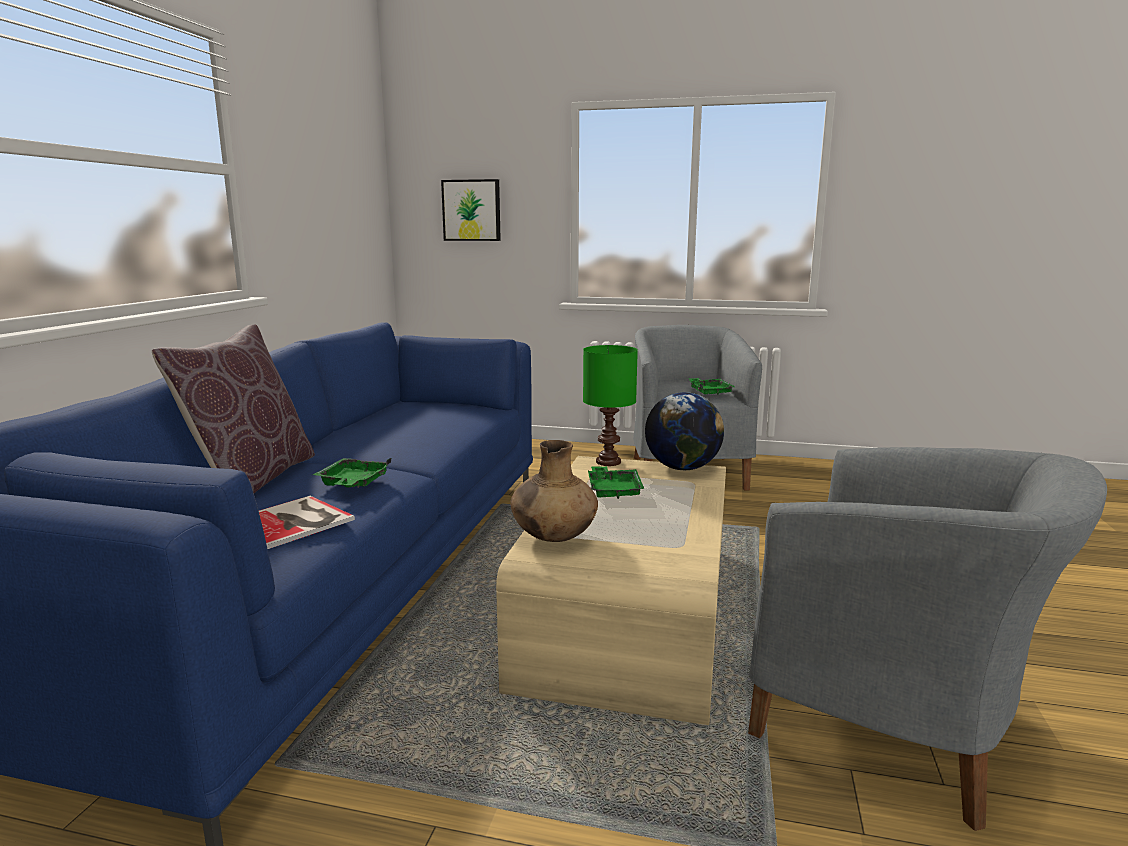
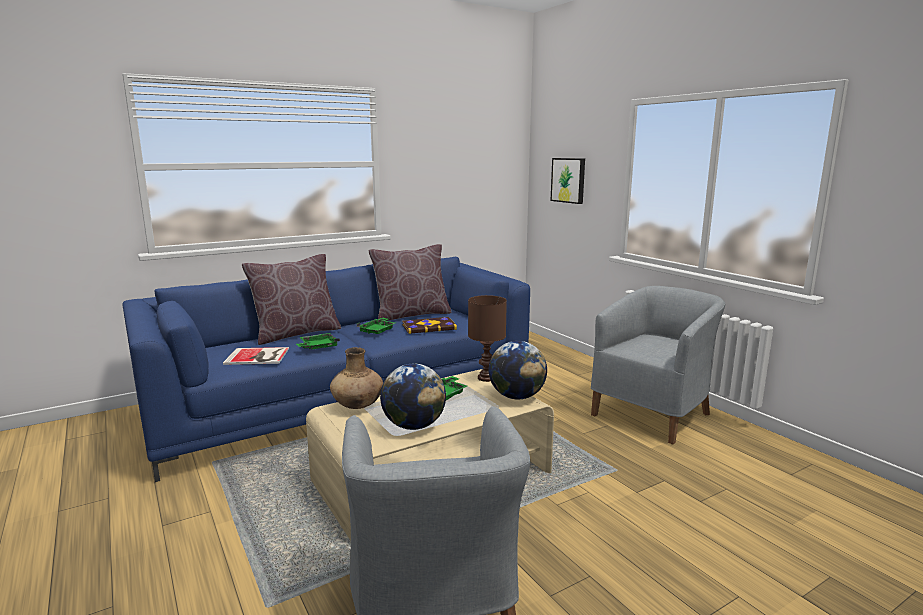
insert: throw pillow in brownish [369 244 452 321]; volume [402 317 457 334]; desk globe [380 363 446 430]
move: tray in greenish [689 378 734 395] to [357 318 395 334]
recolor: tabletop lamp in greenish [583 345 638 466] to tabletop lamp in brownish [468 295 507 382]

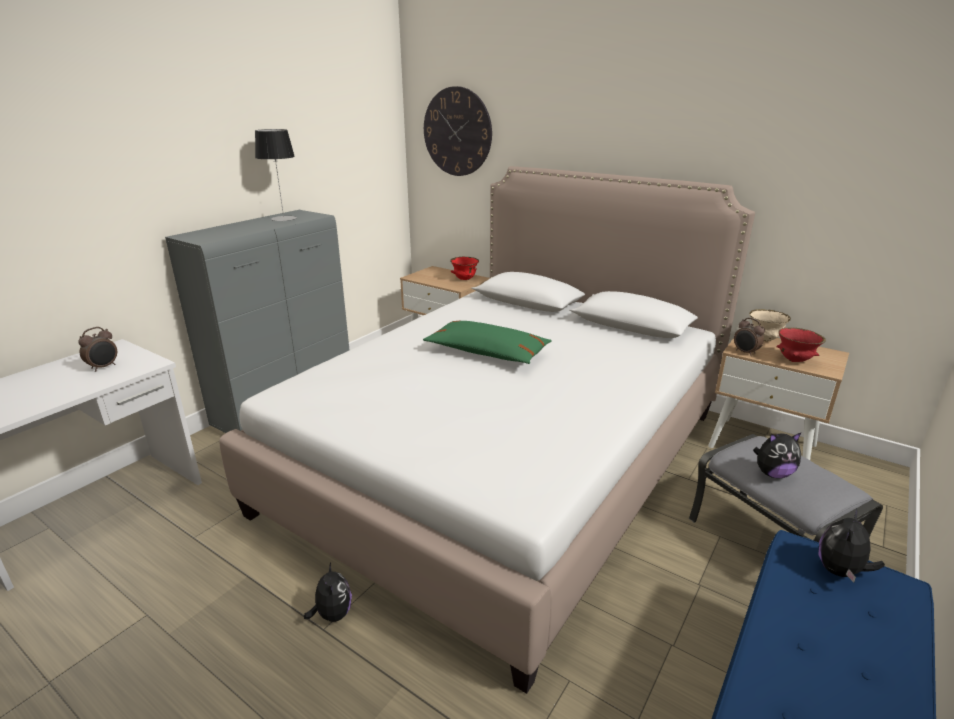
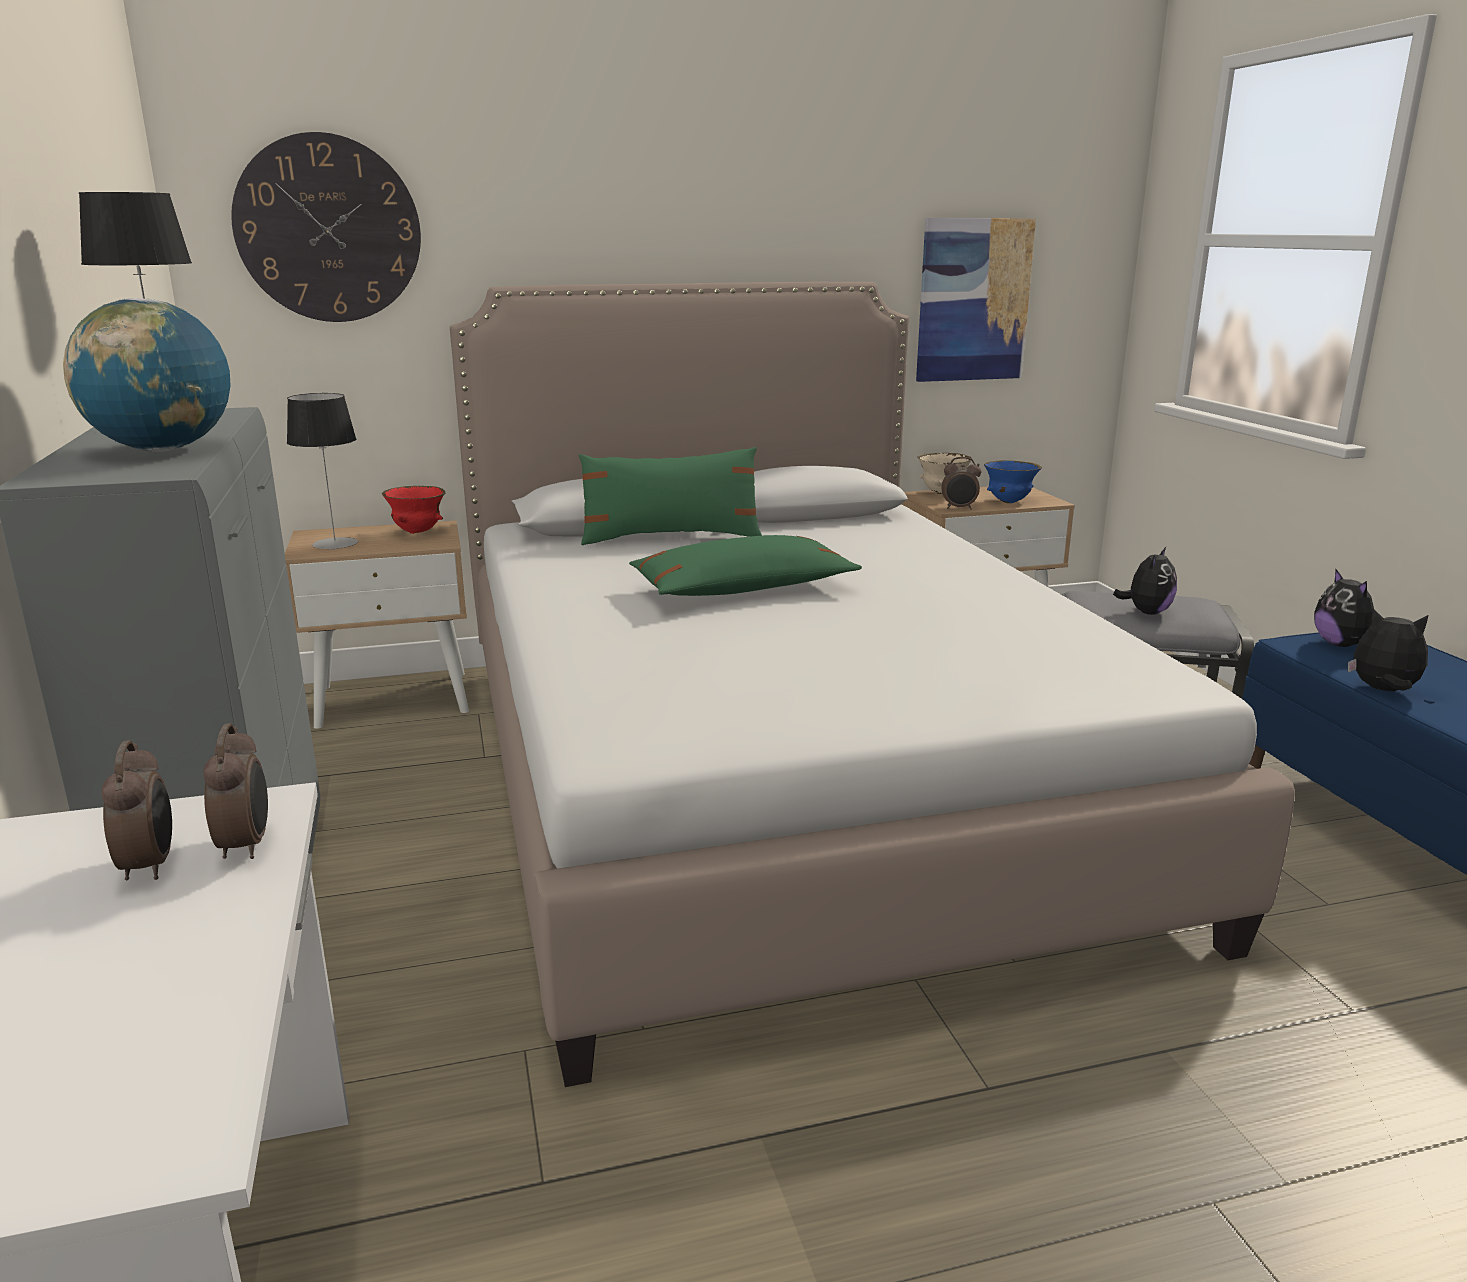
insert: picture [916 218 1036 382]; desk globe [63 298 231 452]; tabletop lamp [287 393 358 550]; throw pillow in greenish [579 447 762 545]; bedside clock [203 723 268 859]
move: cuddly toy [304 562 352 622] to [1348 609 1428 691]
recolor: bowl in reddish [777 327 826 362] to bowl in blue-coloured [984 460 1042 503]

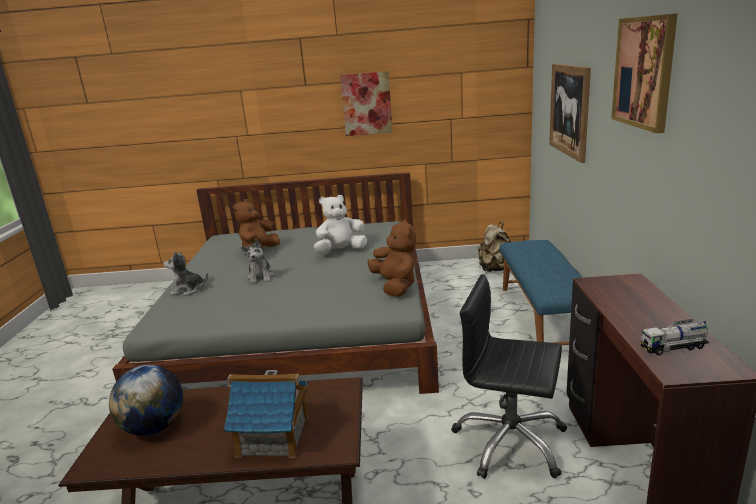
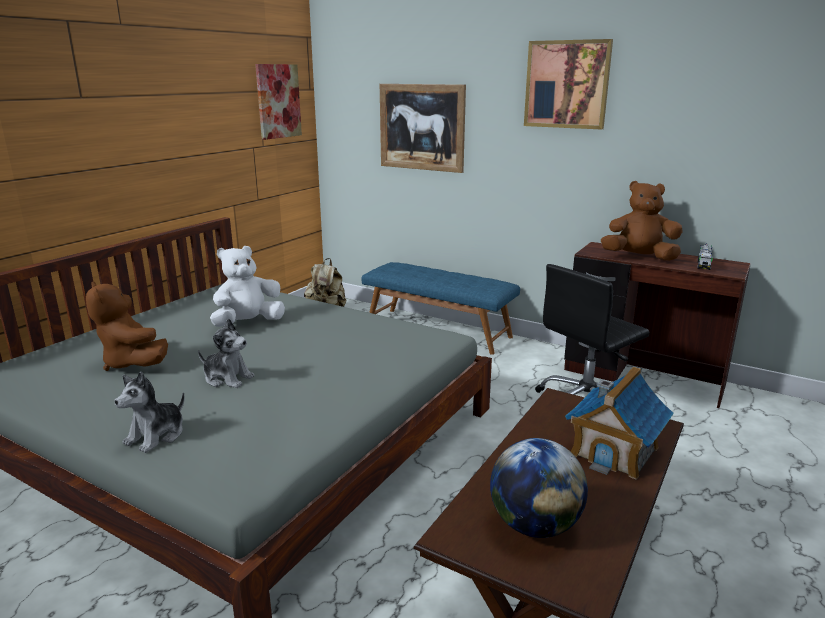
move: picture [340 71 393 136] to [255 64 302 140]; cuddly toy in brownish [368 219 416 297] to [601 181 683 261]
rotate: cuddly toy in whitish [313 195 367 253] = [210 246 285 327] 45 degrees clockwise

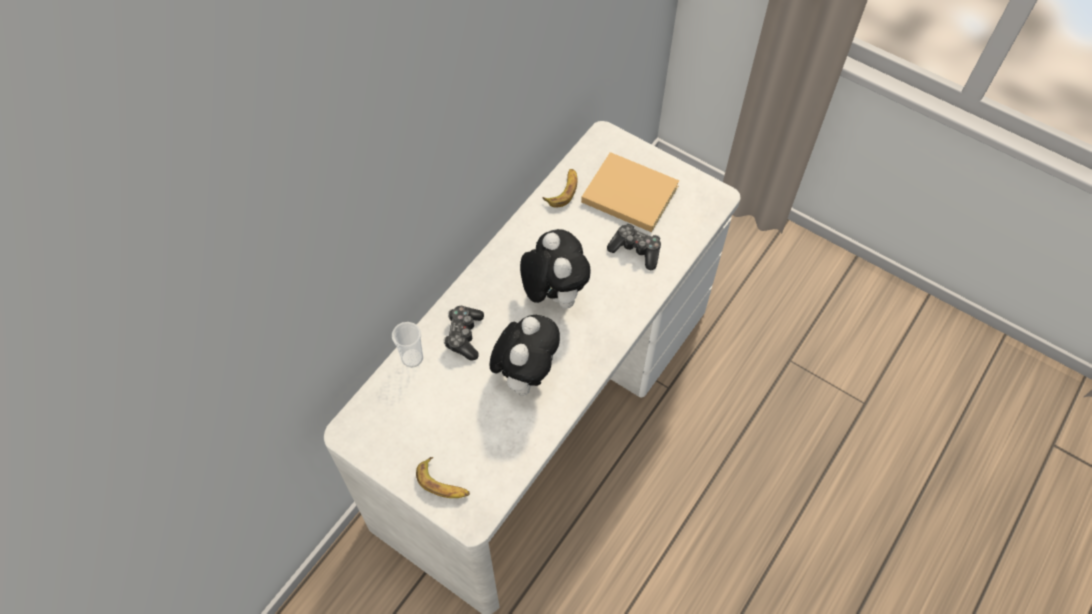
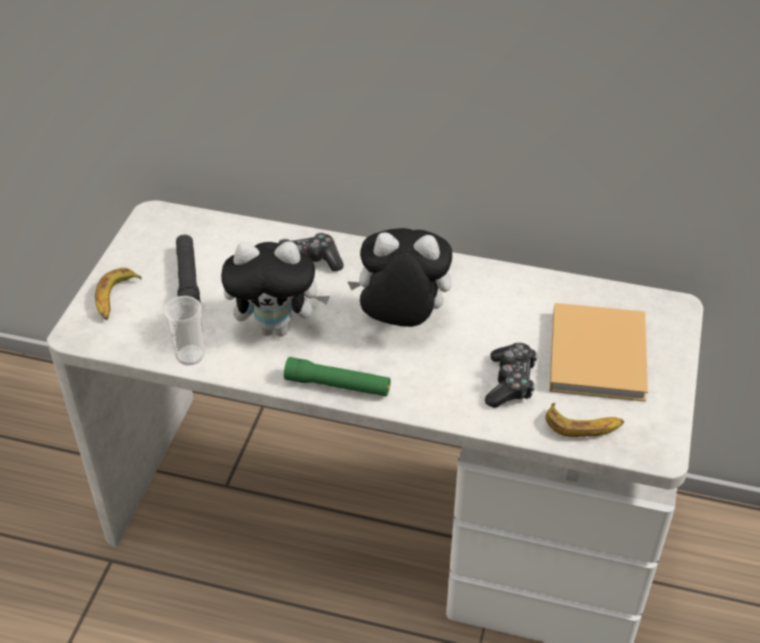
insert: hand torch in black [176 235 201 304]; hand torch in greenish [284 357 391 396]
move: whole banana [543 169 577 208] to [545 403 624 437]; small cup [392 322 423 368] to [163 296 204 365]
rotate: cuddly toy [520 229 591 309] = [347 228 452 327] 135 degrees counterclockwise

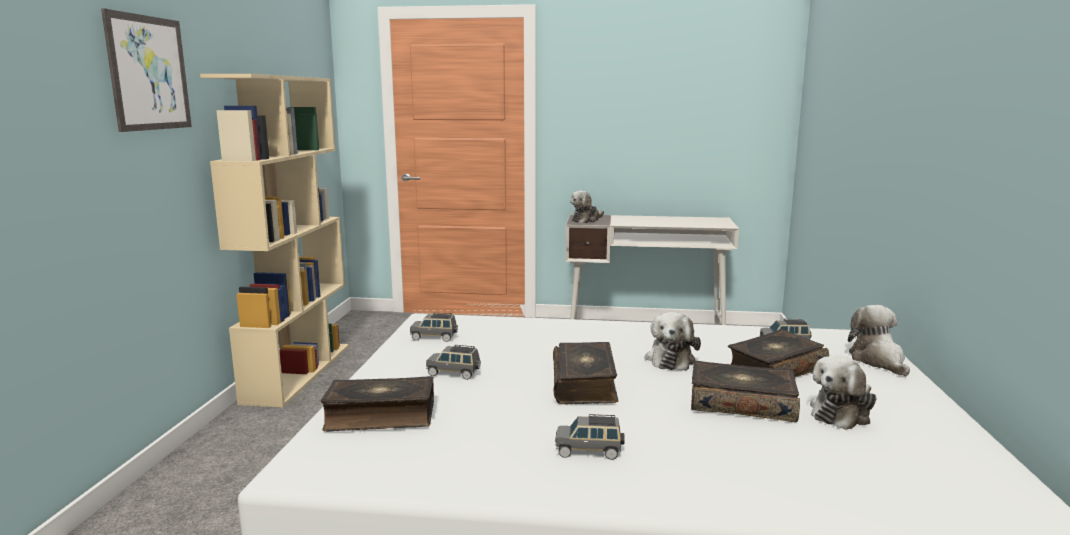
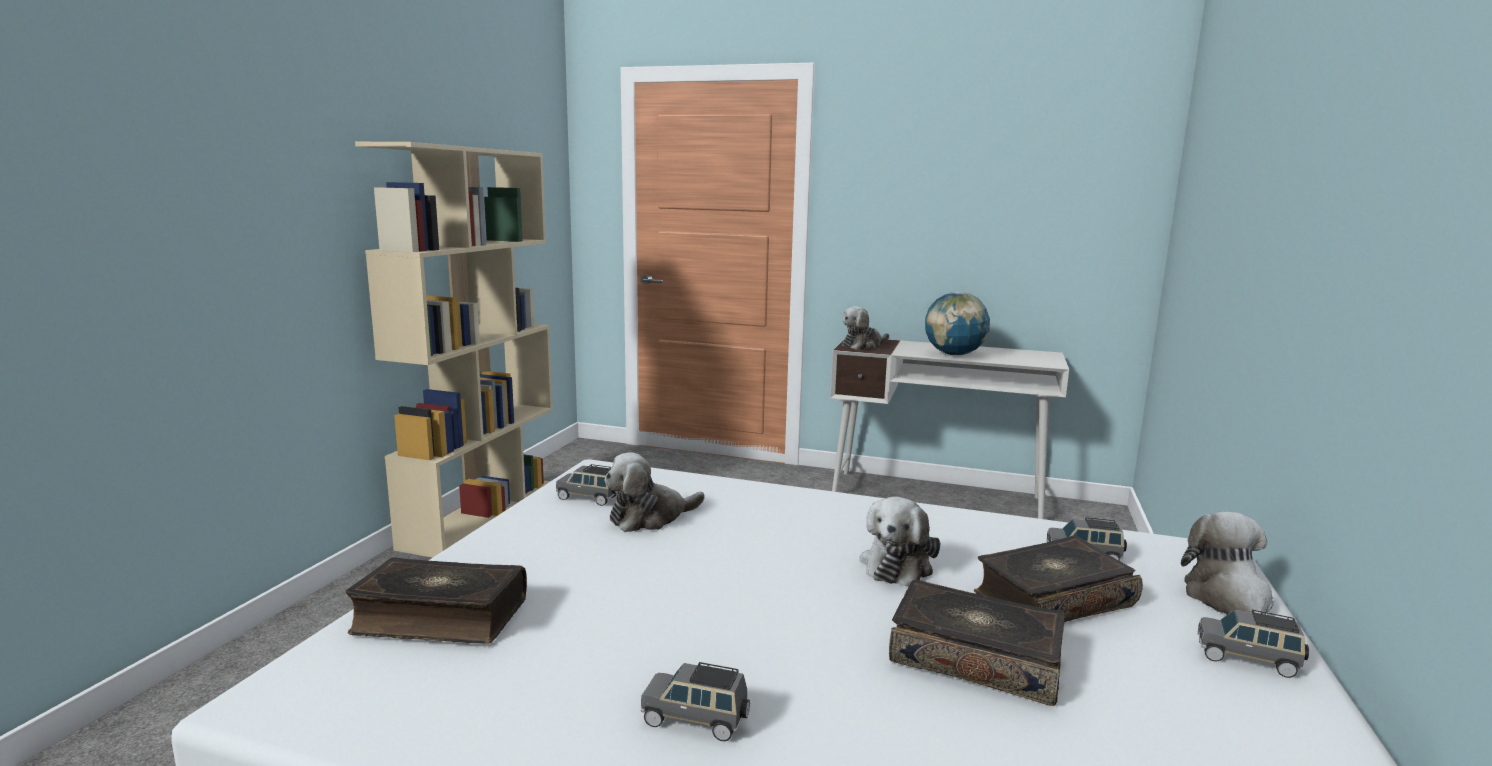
delete: picture [101 8 192 132]; volume [553 342 618 404]
insert: desk globe [925 292 990 355]
move: toy car in greyish [426 345 481 380] to [1198 610 1309 678]; cuddly toy [810 355 876 430] to [604 452 705 532]

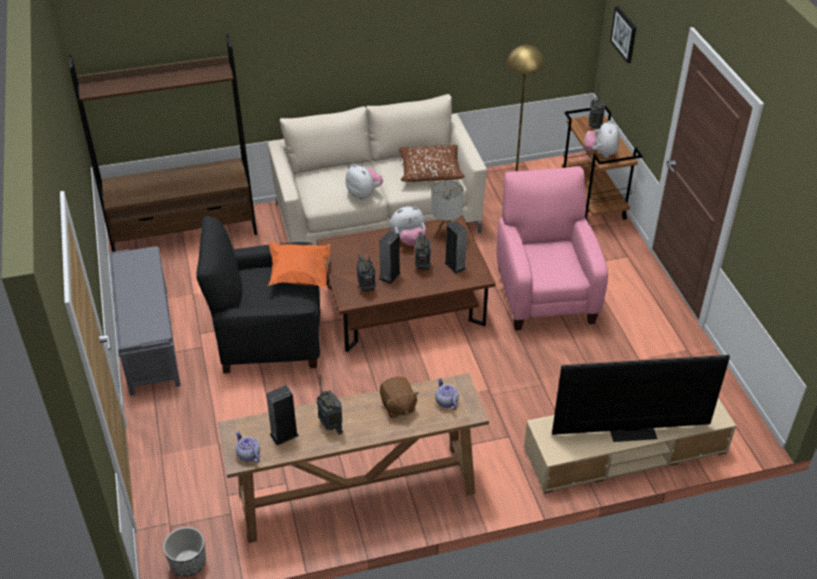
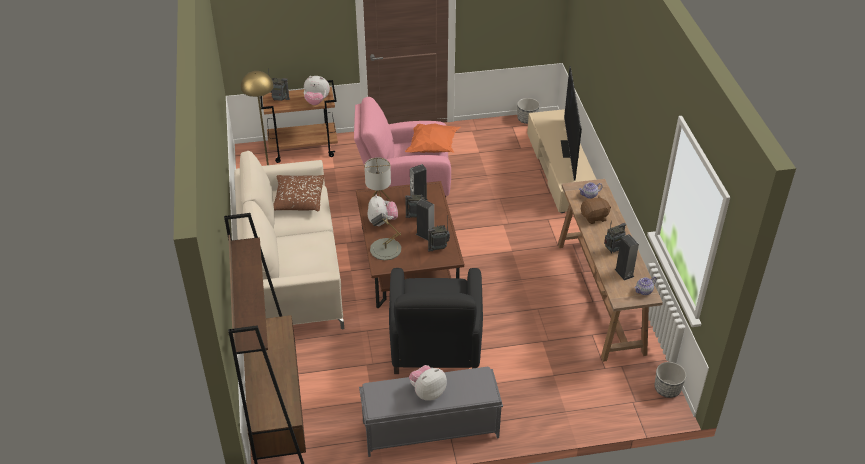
delete: picture [610 6 636 63]
insert: planter [517 98 540 124]; tabletop lamp in greyish [370 213 401 260]
move: cuddly toy [346 164 383 200] to [409 365 447 401]; throw pillow in orange [268 242 330 289] to [405 123 461 153]

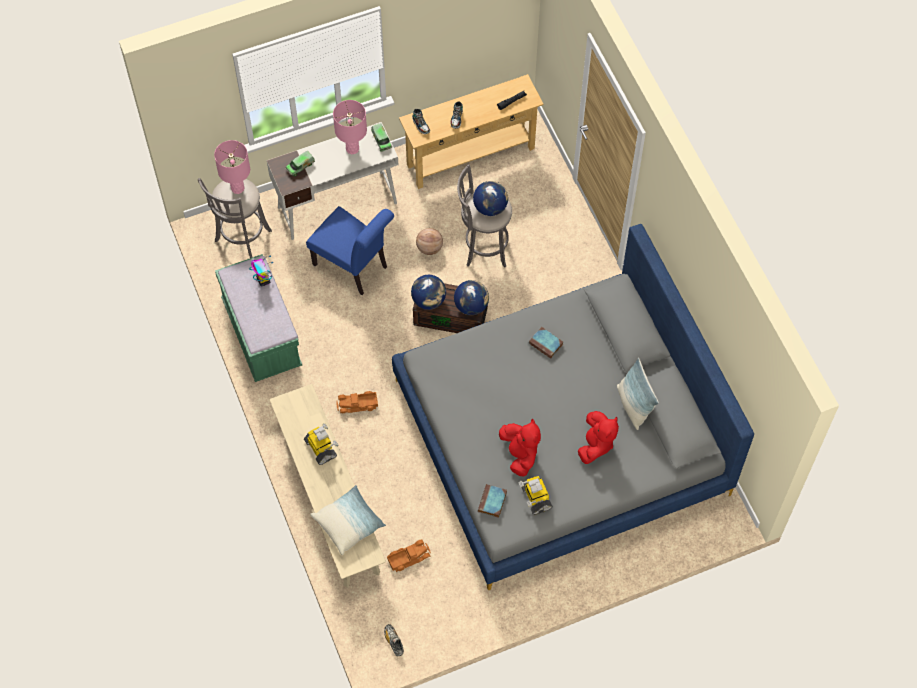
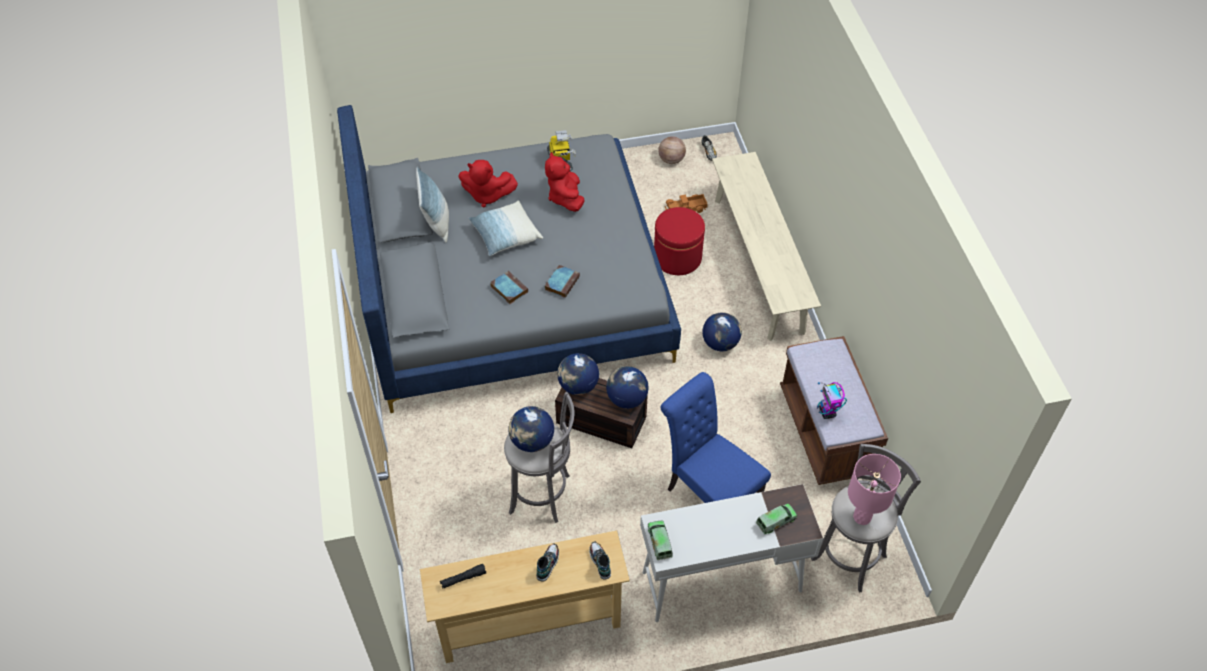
delete: tabletop lamp in pink [333 100 367 154]; robot figure [304 423 338 465]
insert: pouffe in reddish [654 207 705 275]
move: basketball [416 228 443 255] to [658 136 686 164]; volume [478 484 507 518] to [545 265 580 298]; throw pillow [310 485 386 555] to [468 201 543 256]
replace: model truck [337 391 378 413] to desk globe [702 312 742 351]
recolor: indoor bench in greenish [215 254 302 382] to indoor bench in brownish [780 336 888 485]
rotate: cuddly toy in reddish [578 411 619 464] = [458 160 518 208] 105 degrees counterclockwise

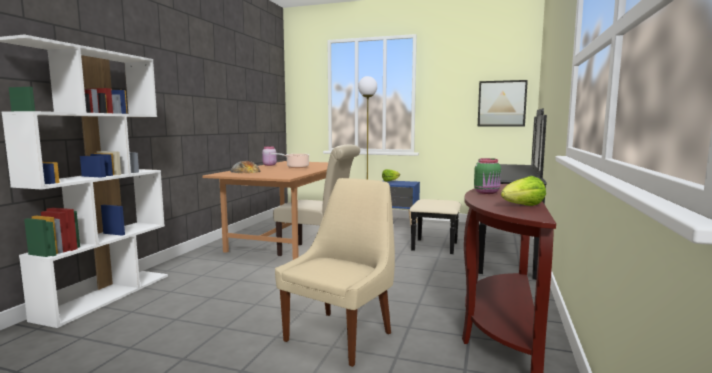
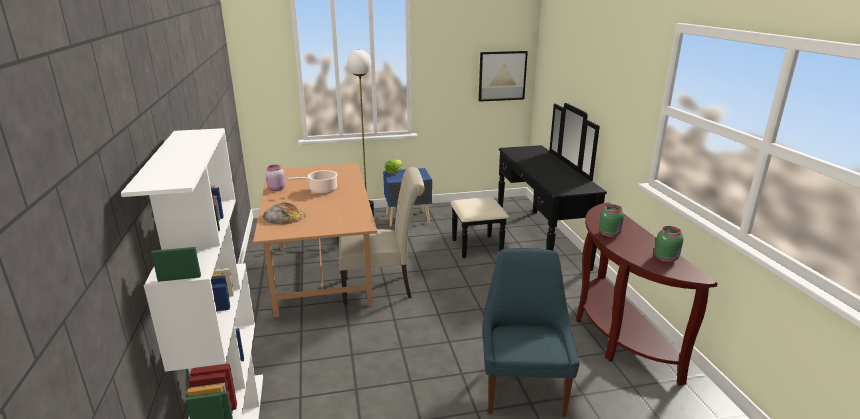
replace: head of lettuce [501 176 546 206] to preserve jar in greenish [654 226 683 262]
recolor: upright chair in beige-coloured [275 178 395 367] to upright chair in blue-coloured [483 248 580 417]

